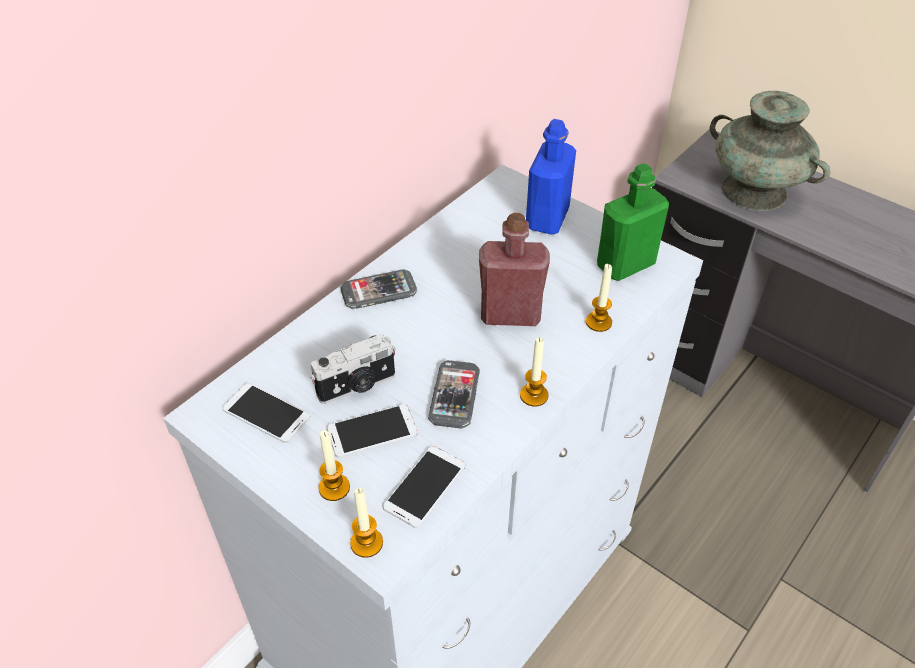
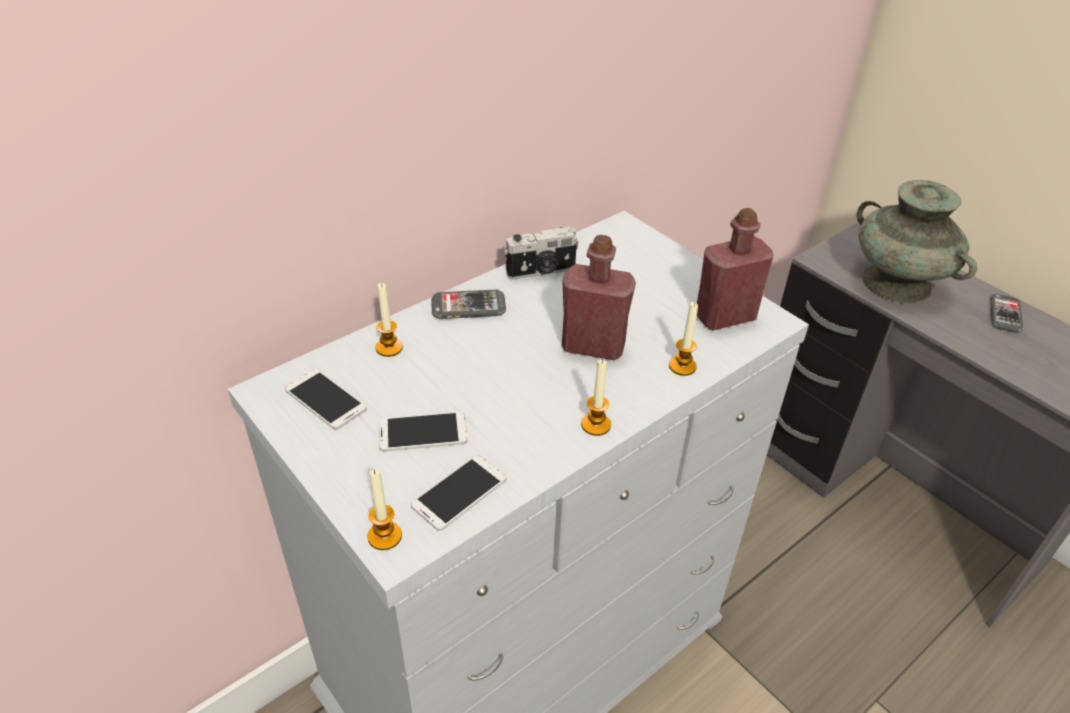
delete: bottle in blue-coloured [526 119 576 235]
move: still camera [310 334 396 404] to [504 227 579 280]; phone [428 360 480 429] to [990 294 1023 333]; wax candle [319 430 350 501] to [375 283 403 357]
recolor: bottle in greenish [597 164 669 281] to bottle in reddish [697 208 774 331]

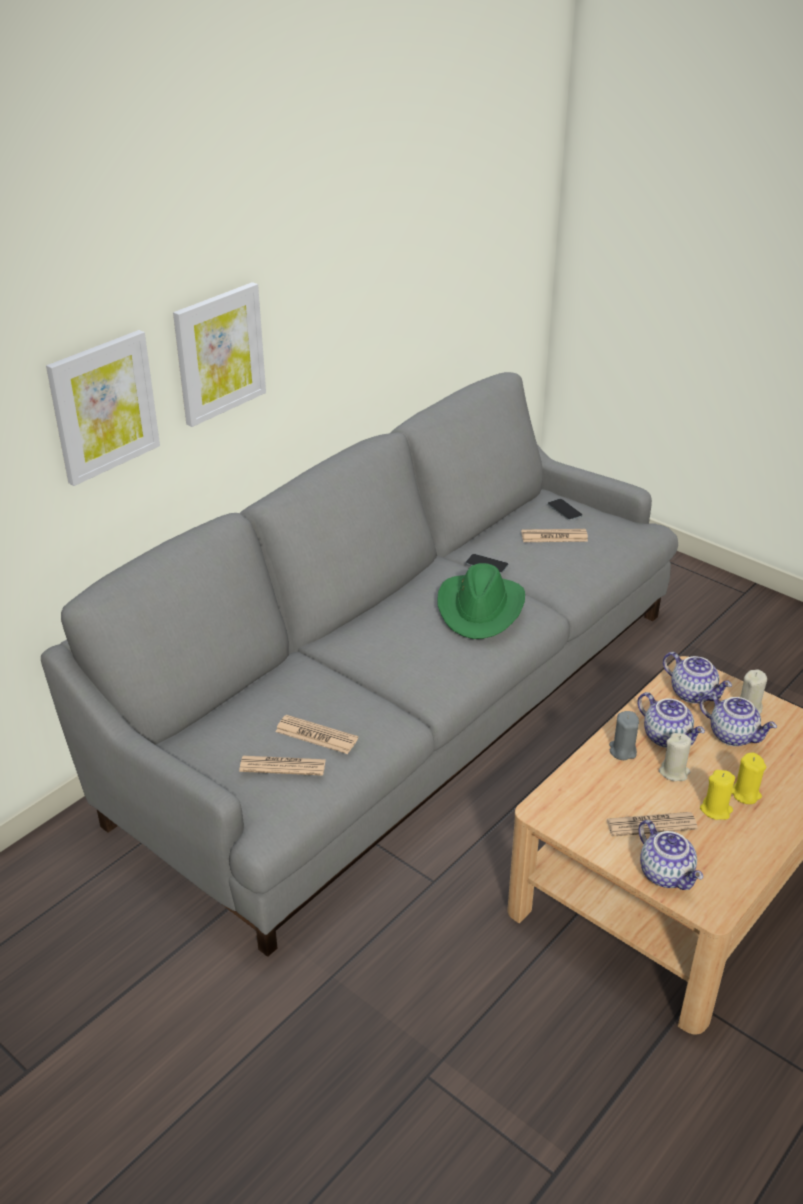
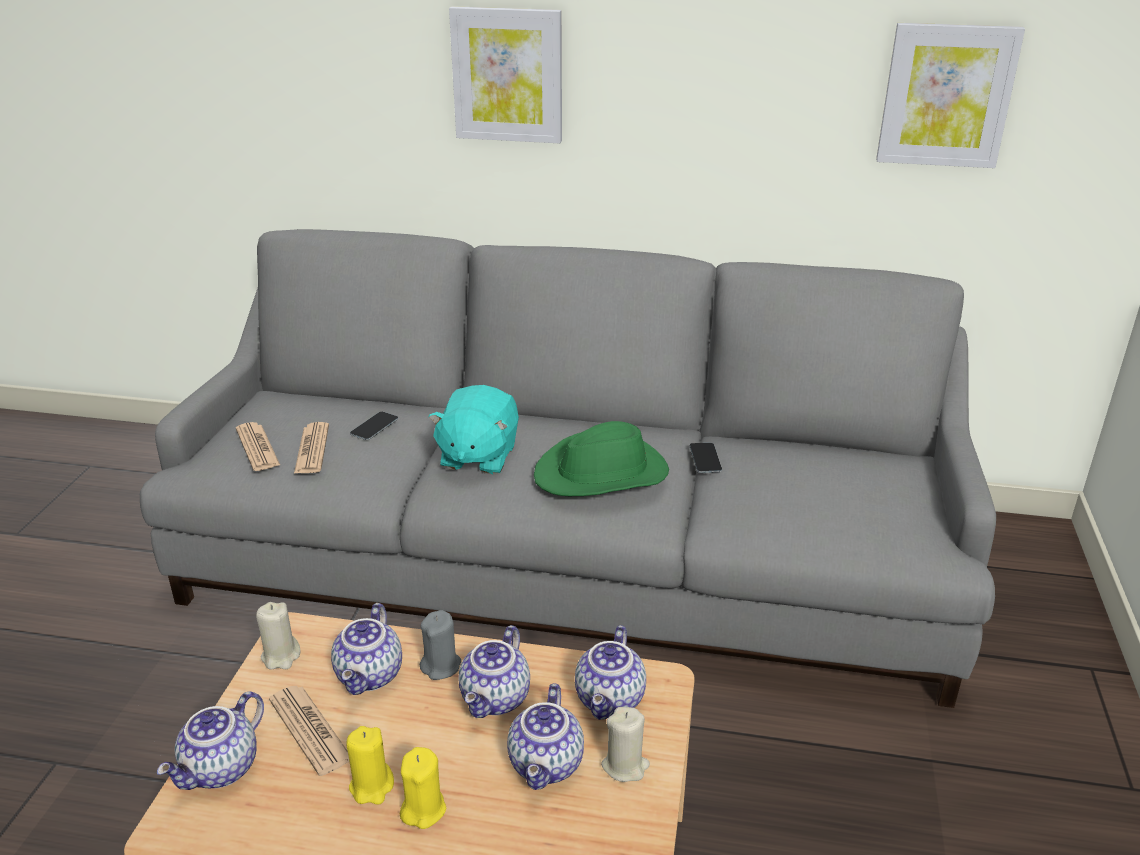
delete: daily paper [521 529 588 542]
insert: cuddly toy in turquoise [428 385 519 474]; pot for tea [331 603 402 695]
move: picture [46 330 160 486] to [876 23 1025 168]; phone [548 499 582 520] to [350 412 398 440]; wax candle in beige-coloured [659 733 692 781] to [256 602 301 670]

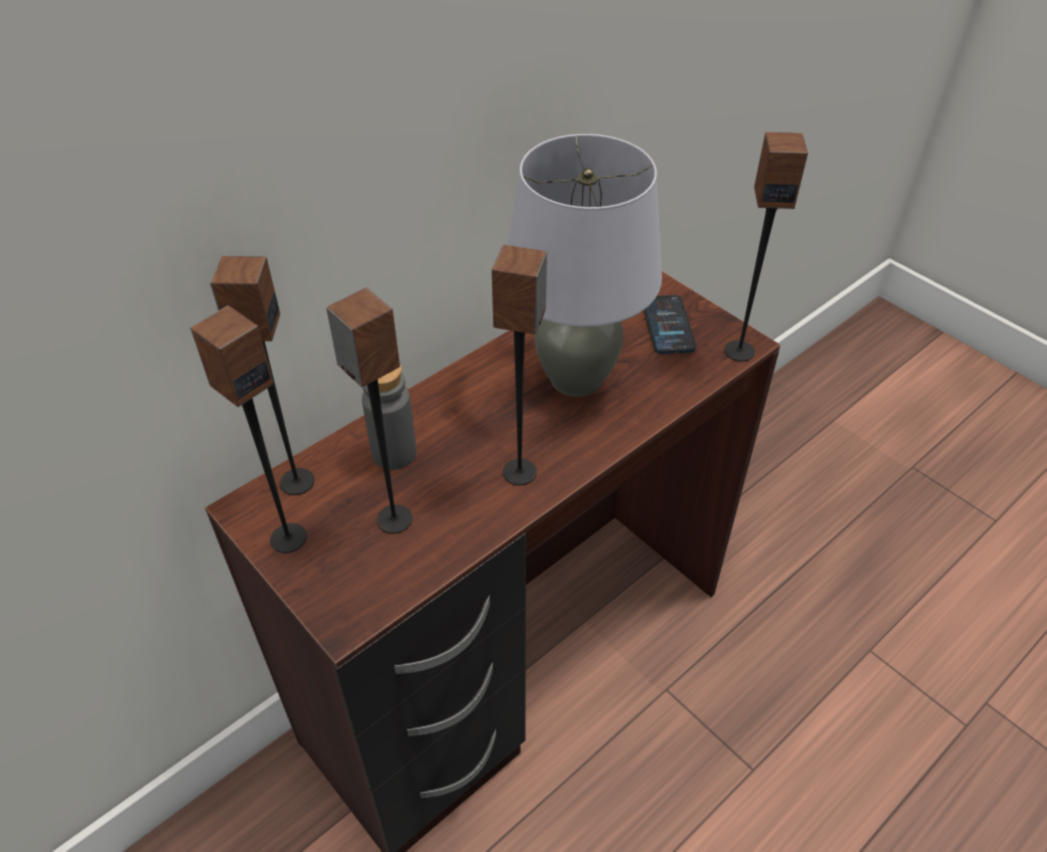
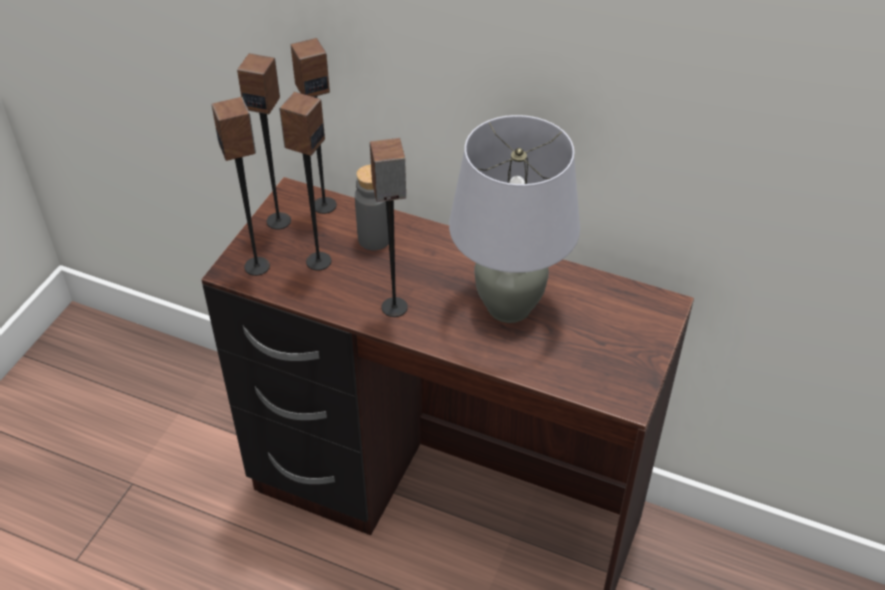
delete: phone [644 295 696 354]
move: speaker [724 132 808 361] to [212 97 270 276]

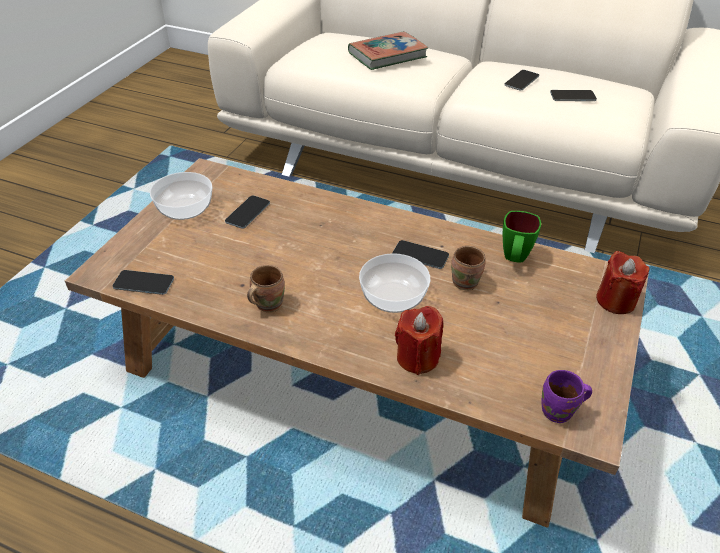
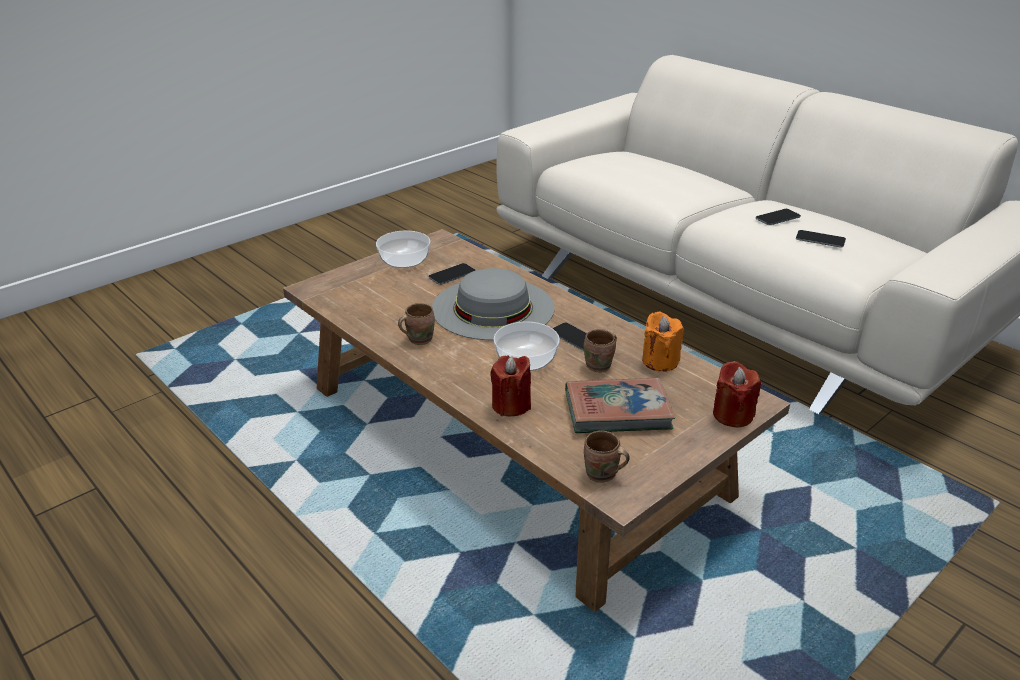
delete: phone [113 270 174 295]
insert: hat in greyish [432 268 554 340]
move: volume [348 31 428 70] to [565 378 675 433]
replace: coffee mug in greenish [503 211 541 262] to wax candle in orange [642 312 684 372]
recolor: coffee mug in purple-coloured [542 370 592 423] to coffee mug in brownish [584 430 630 483]

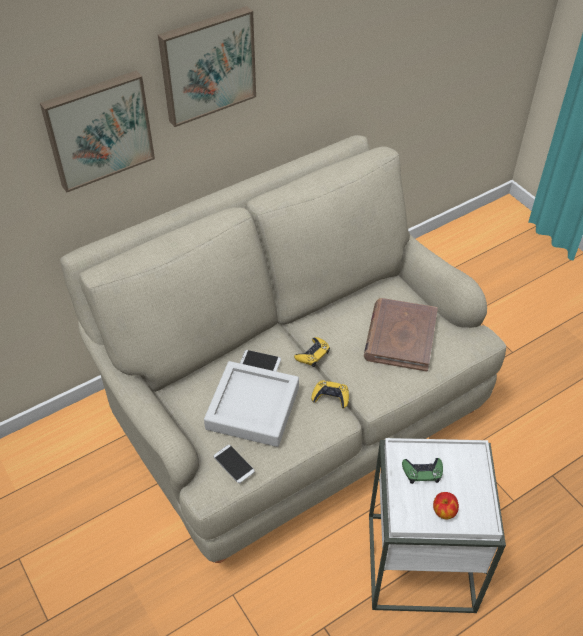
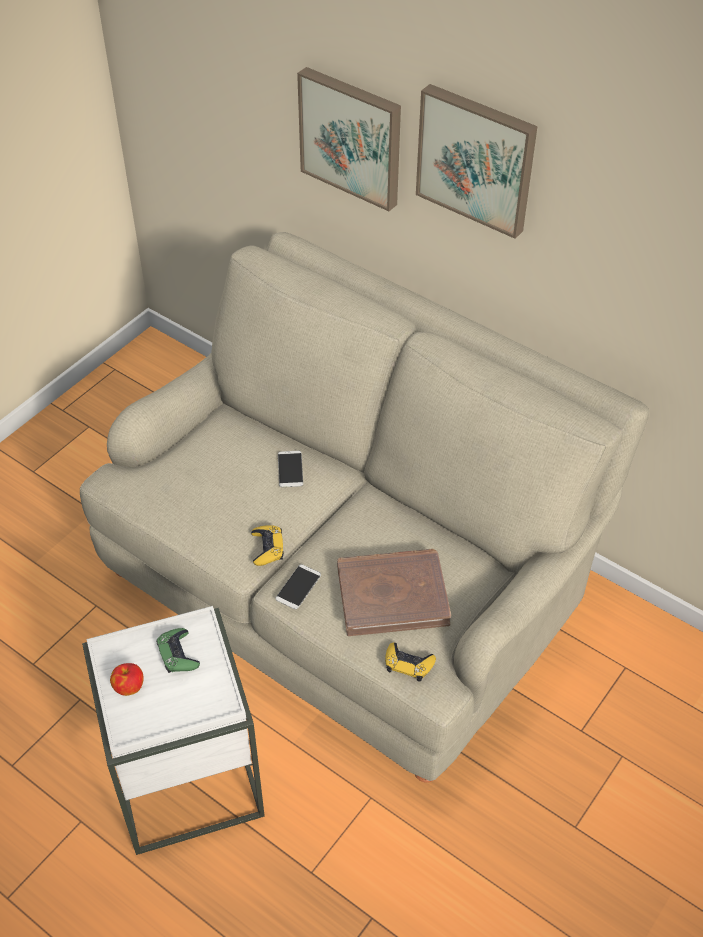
delete: tray in greyish [204 361 299 447]
move: gamepad in yellow [294 337 330 367] to [385 642 436 682]; phone [213 445 255 483] to [276 564 321 609]

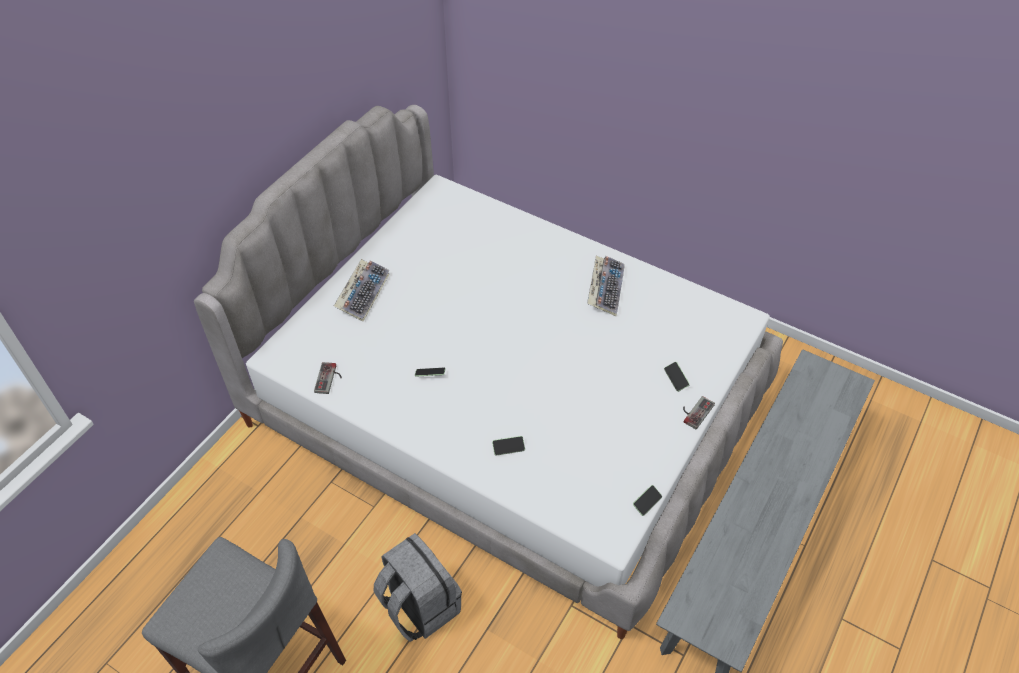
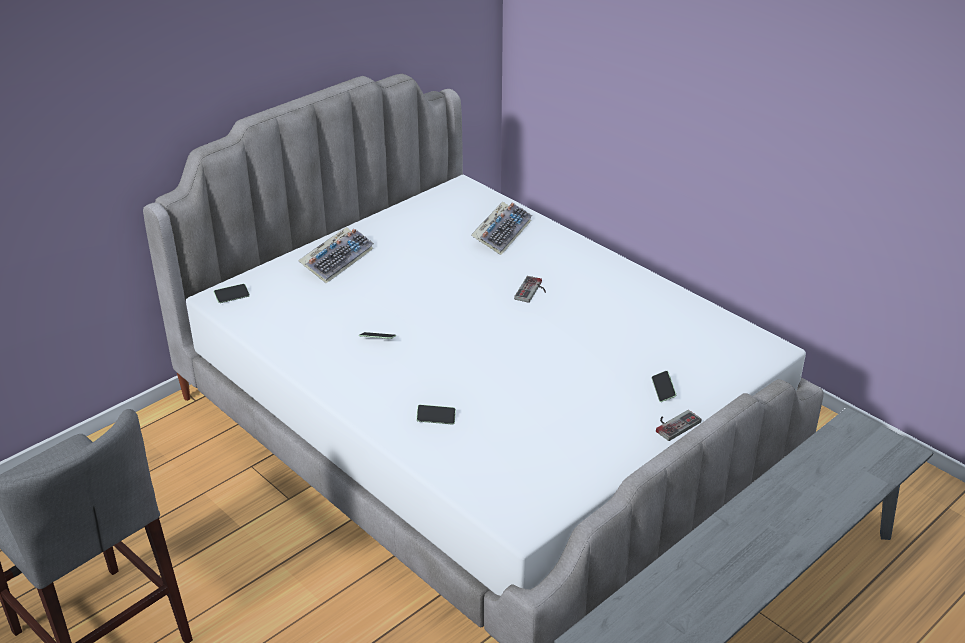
delete: knapsack in greyish [373 533 462 642]
move: PC keyboard [587 256 625 316] to [471 202 532 255]; gamepad [314 362 342 394] to [514 276 546 303]; phone [633 485 662 516] to [214 284 250 303]

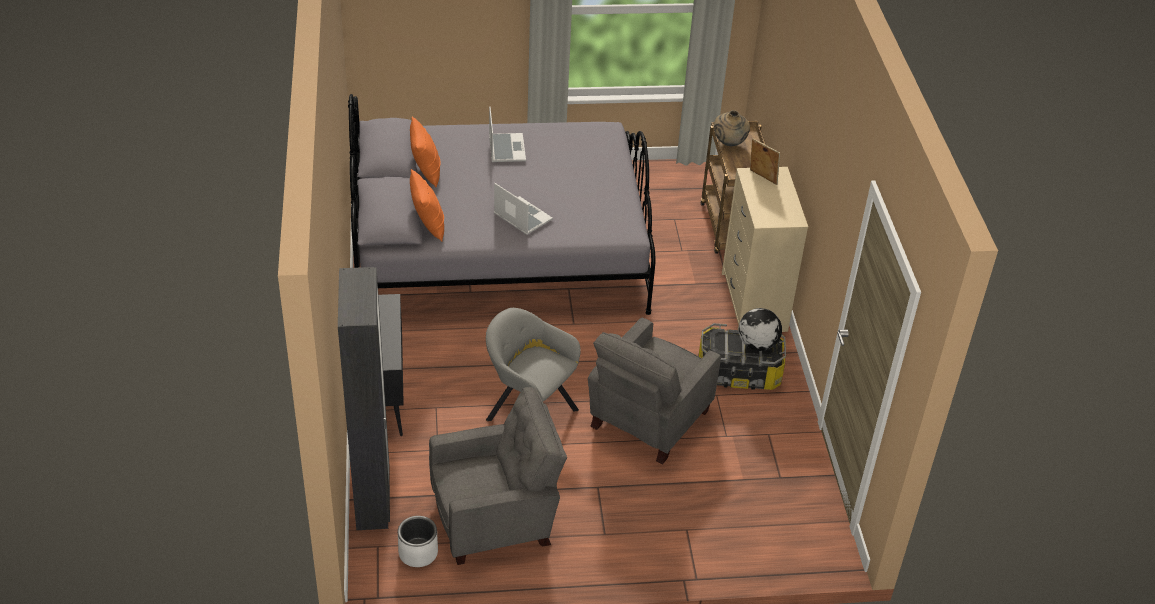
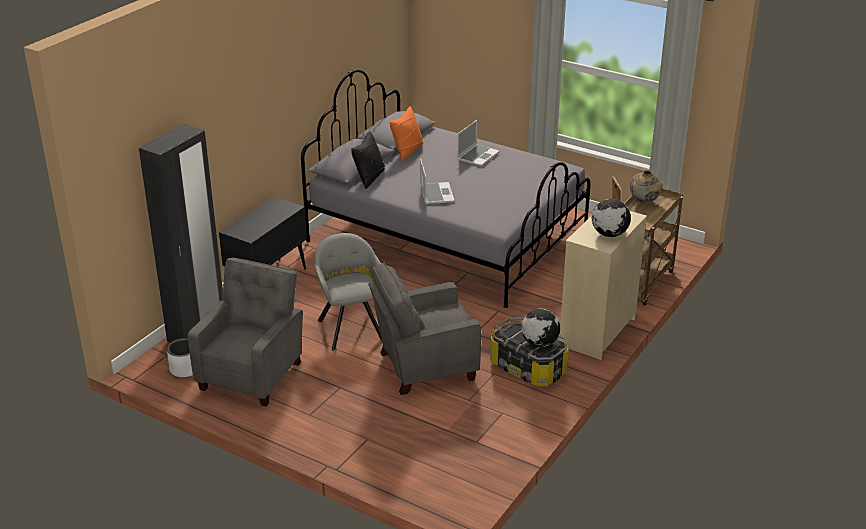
insert: desk globe [592 199 631 237]
recolor: throw pillow in orange [410 169 444 242] to throw pillow in black [351 131 385 189]
rotate: armchair in greyish [429 387 567 565] = [188 258 303 407] 90 degrees counterclockwise

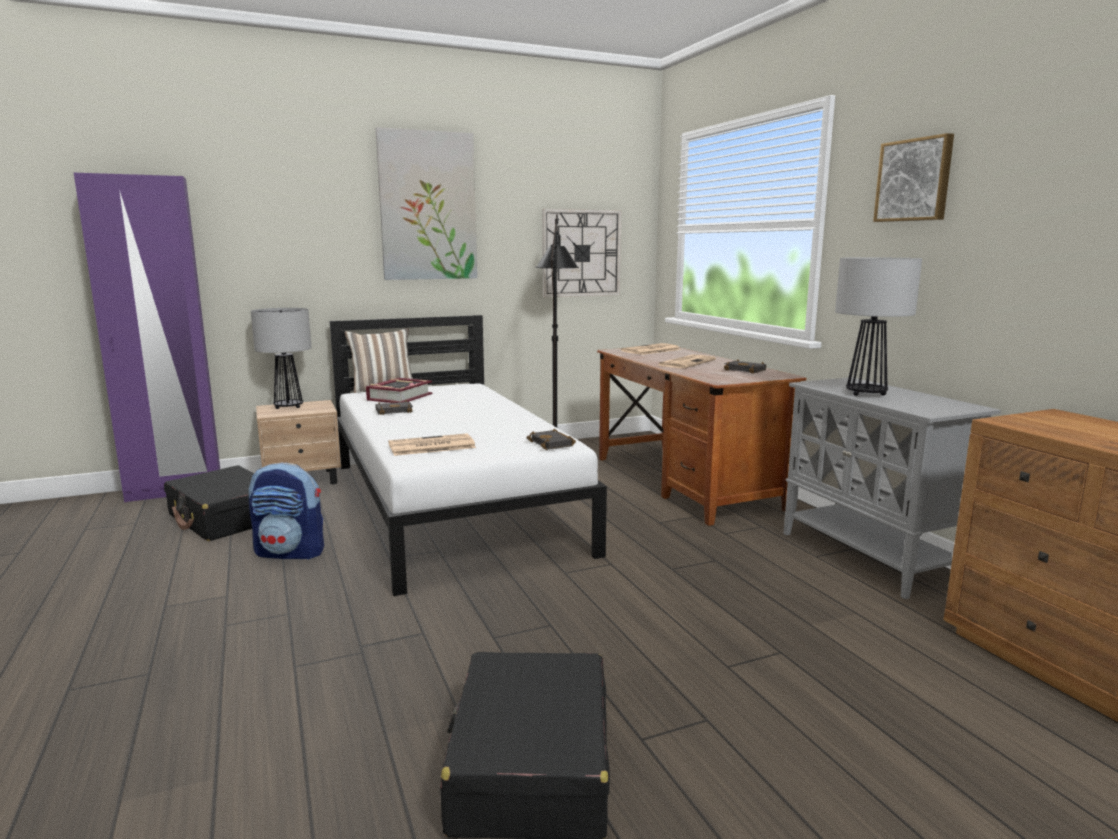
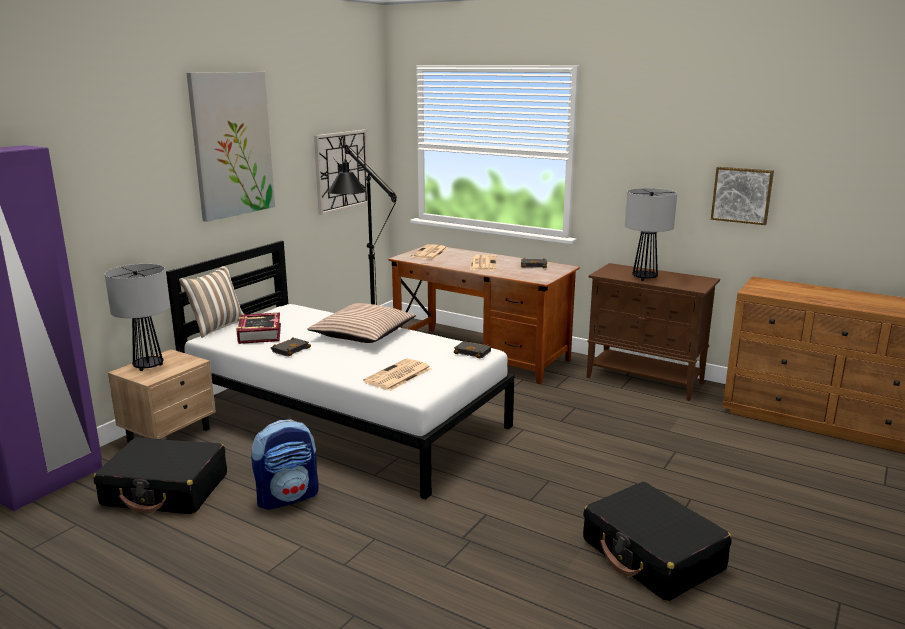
insert: throw pillow [307 303 416 343]
move: picture [873 133 954 222] to [711 167 774 225]
recolor: cabinet in greyish [784 377 1001 599] to cabinet in brownish [586 263 720 401]

